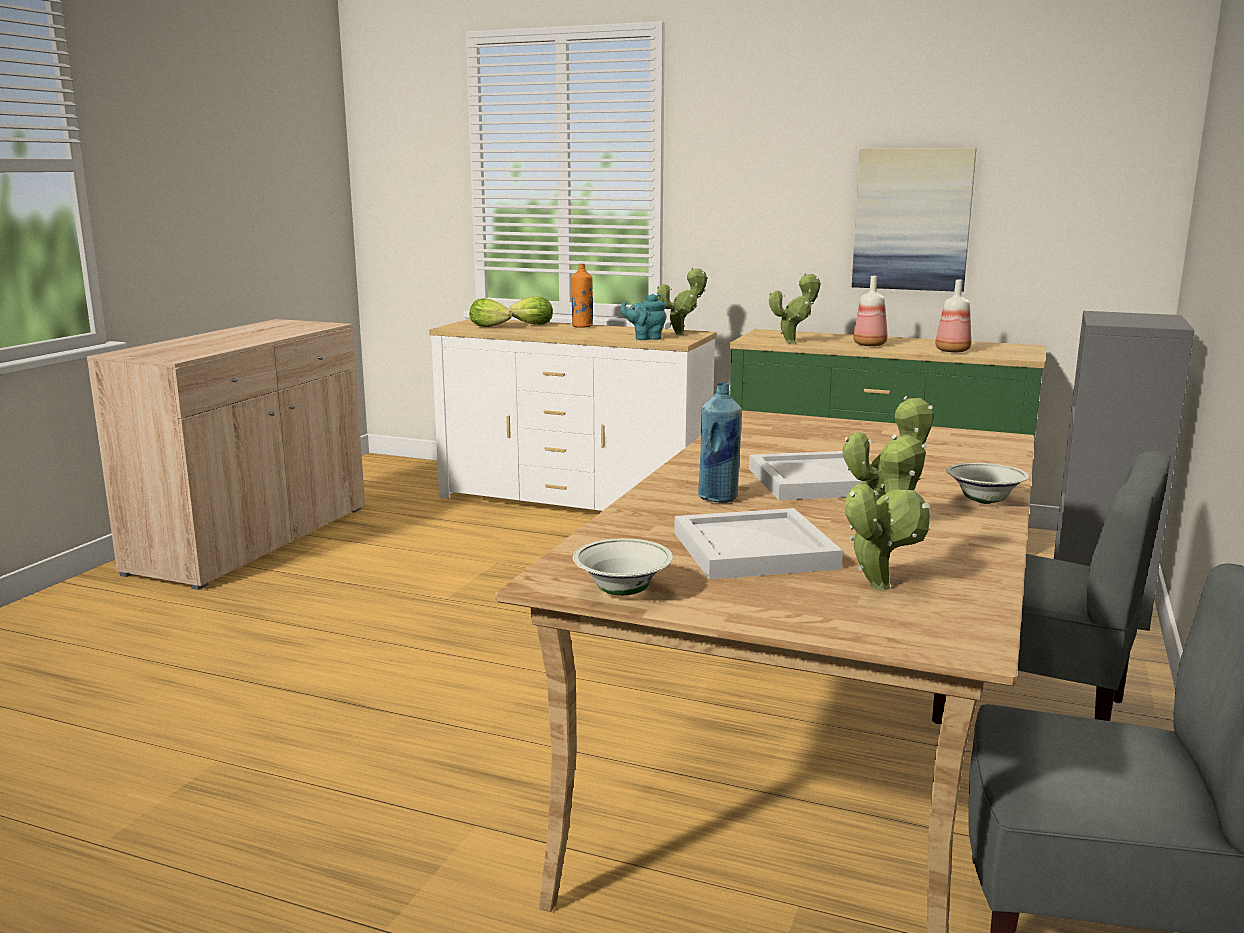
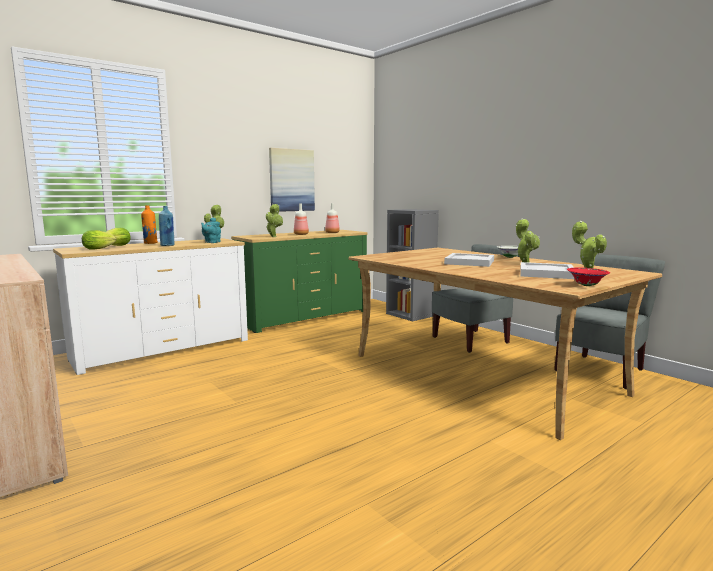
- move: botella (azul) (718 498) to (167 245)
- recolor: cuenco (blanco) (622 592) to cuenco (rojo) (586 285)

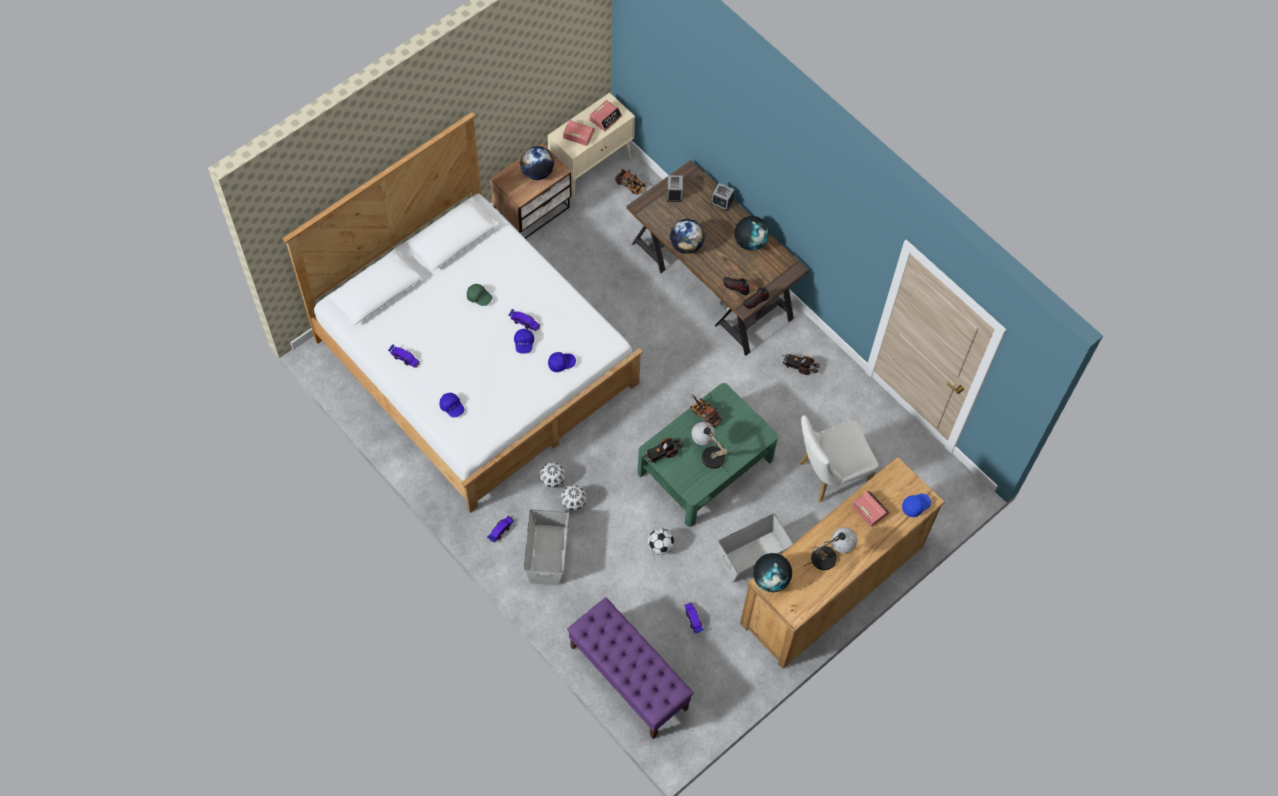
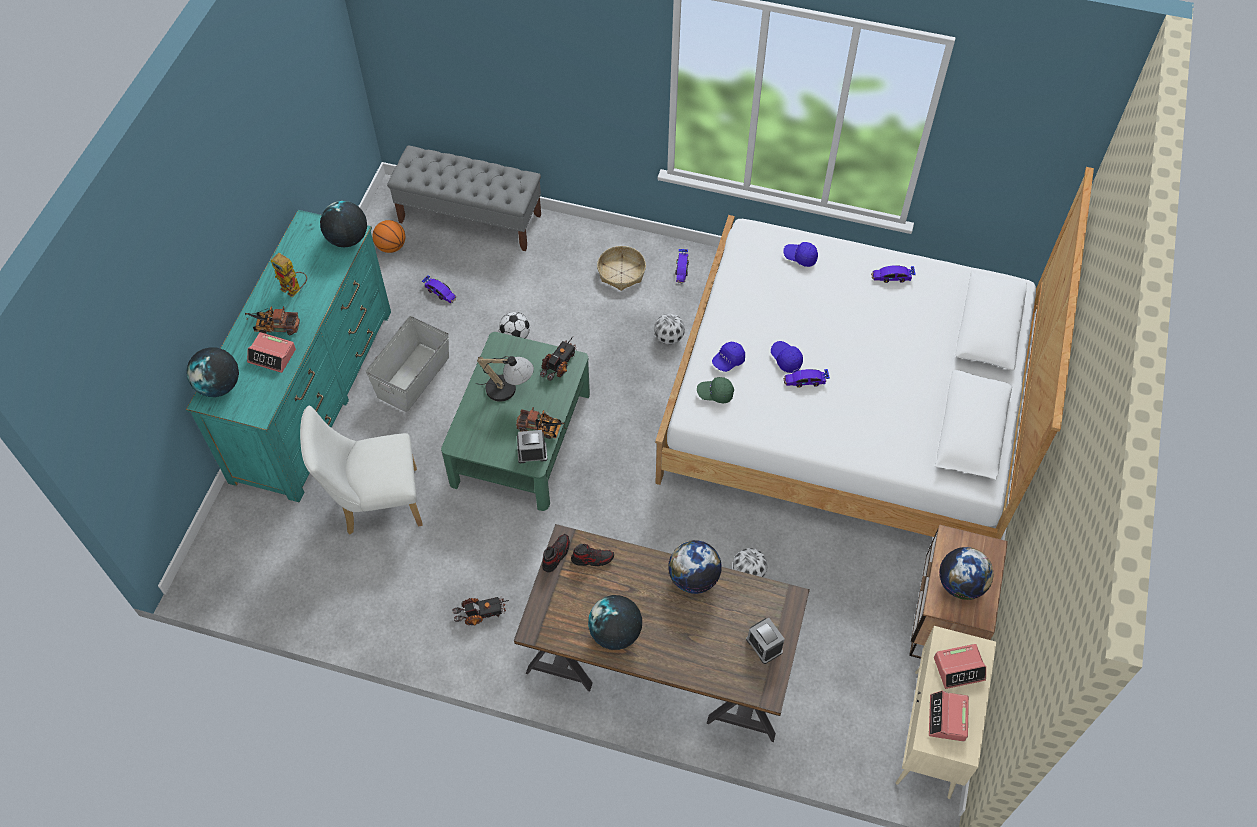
- move: camión de juguete (631 186) to (274 326)
- move: despertador (721 202) to (532 453)
- move: gorra (verde) (479 297) to (715 394)
- rotate: silla (blanco) (828 475) = (375 503) 135 degrees counterclockwise
- recolor: cómoda (marrón) (832 585) to cómoda (turquesa) (313 394)
- move: balón de fútbol (573 503) to (748 572)
- replace: gorra (azul) (915 506) to globo terráqueo (219 386)
- replace: caja de almacenaje (gris) (547 554) to cesta (621 272)
- replace: lámpara de mesa (830 556) to robot de juguete (295 290)
- recolor: banco (morado) (628 677) to banco (gris) (470 218)
- insert: balón de baloncesto (391 247)

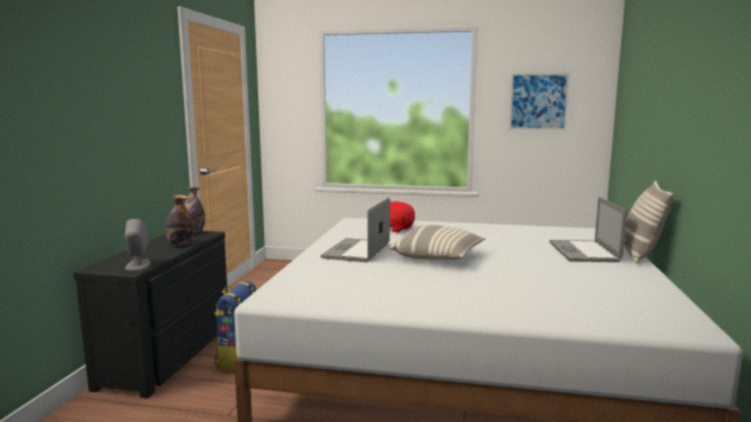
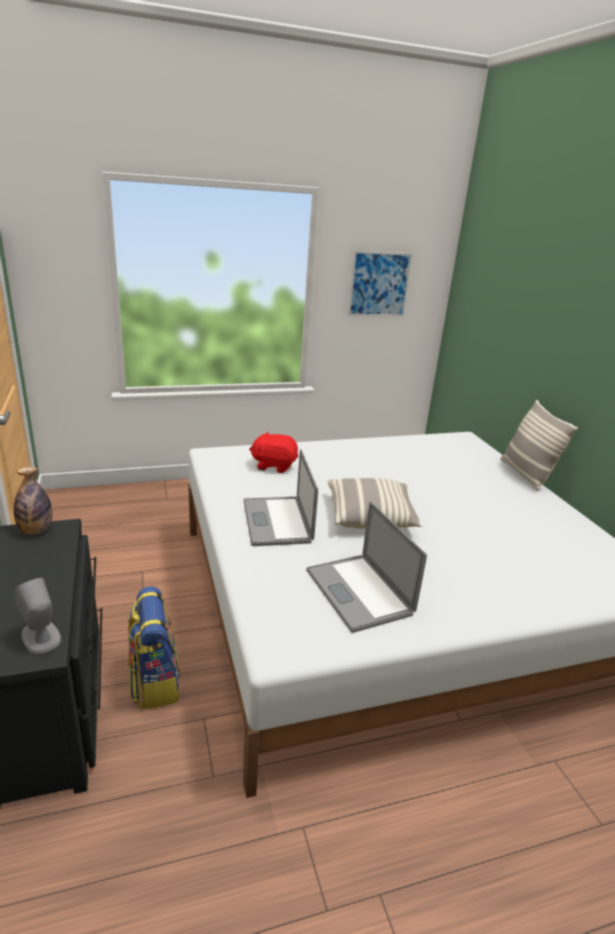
- delete: botella (180 245)
- move: portátil (583 251) to (358 591)

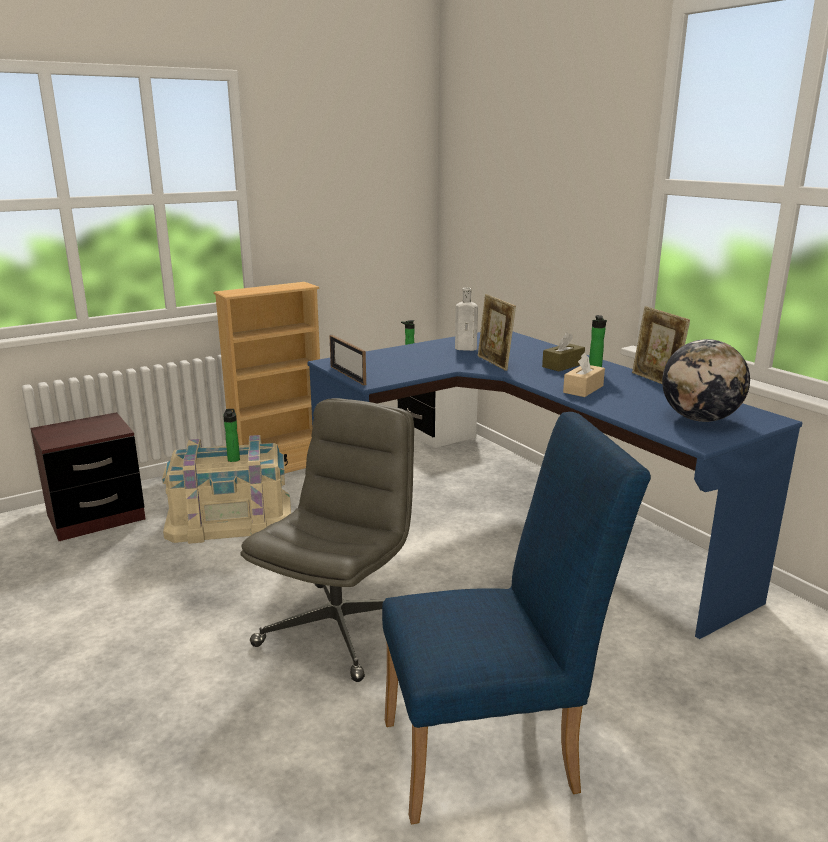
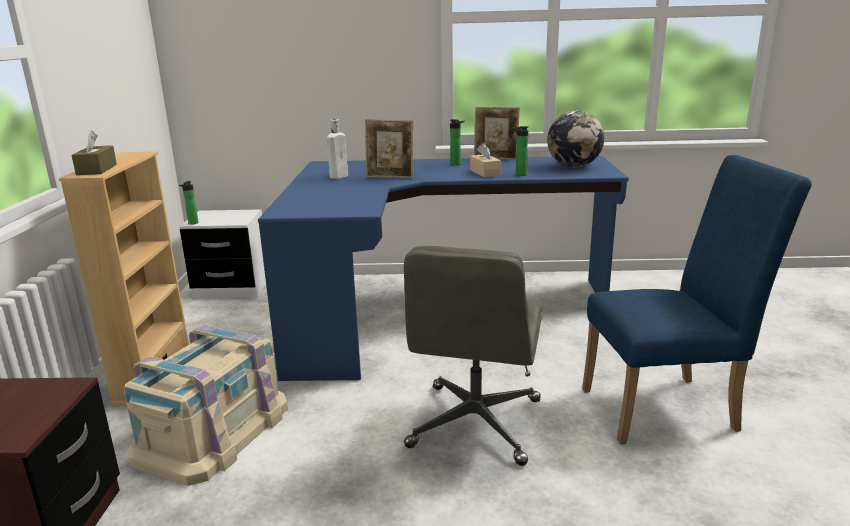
- move: caja de pañuelos (marrón) (563 365) to (97 169)
- delete: portarretratos (347 375)
- rotate: silla de oficina (gris) (338 628) = (475 424) 135 degrees counterclockwise
- move: botella (233 459) to (519 174)
- rotate: silla (azul) (494 753) = (669 408) 60 degrees clockwise

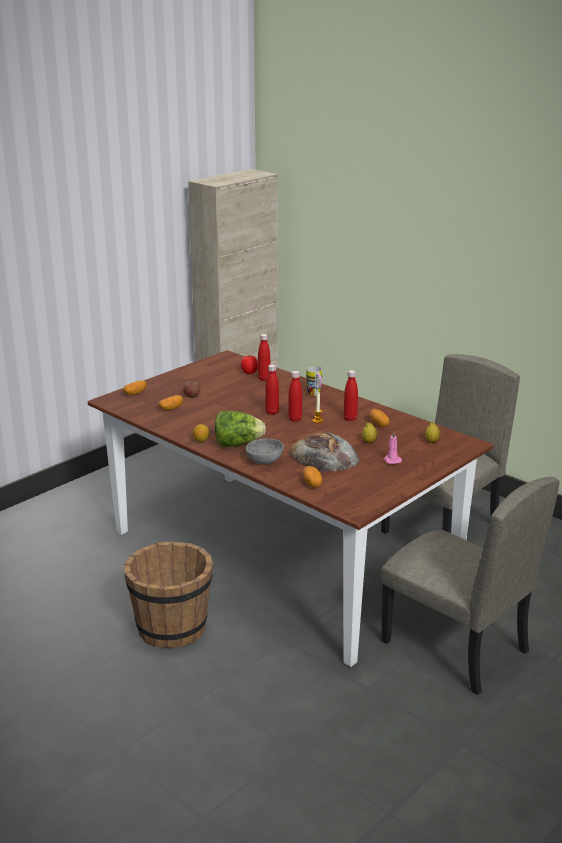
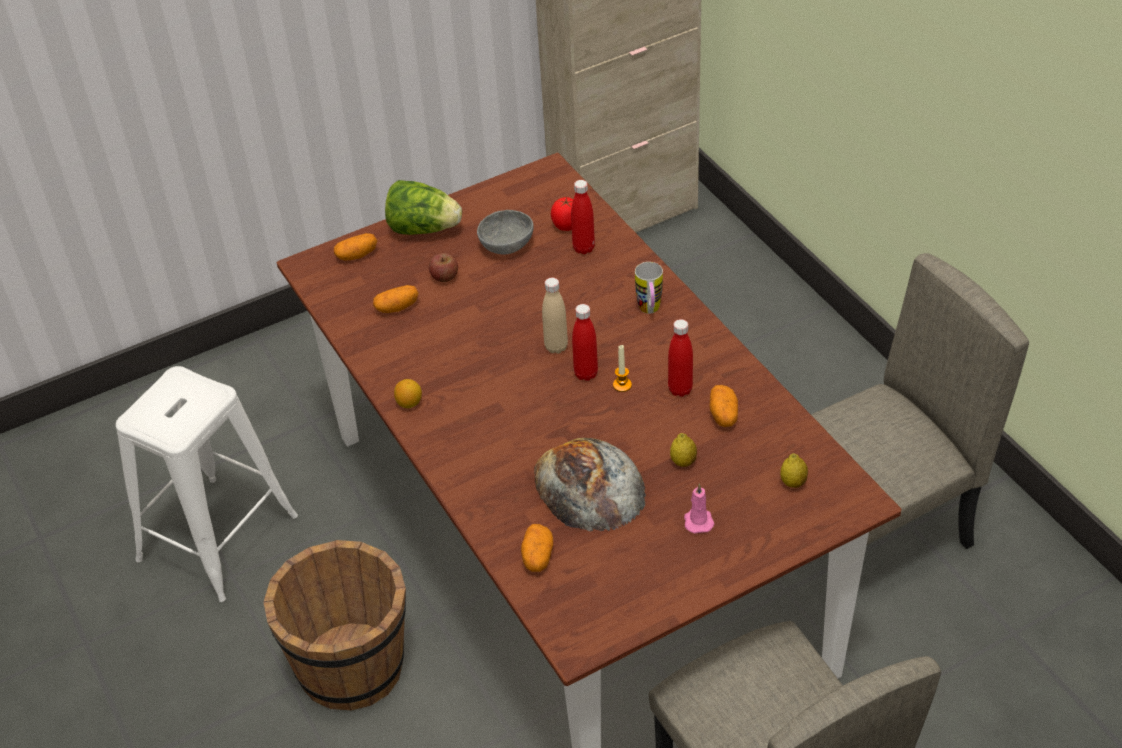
- recolor: botella (rojo) (272 412) to botella (beis) (556 347)
- move: lechuga (238 444) to (423 229)
- move: cuenco (gris) (264 460) to (505 245)
- insert: taburete (blanco) (217 538)

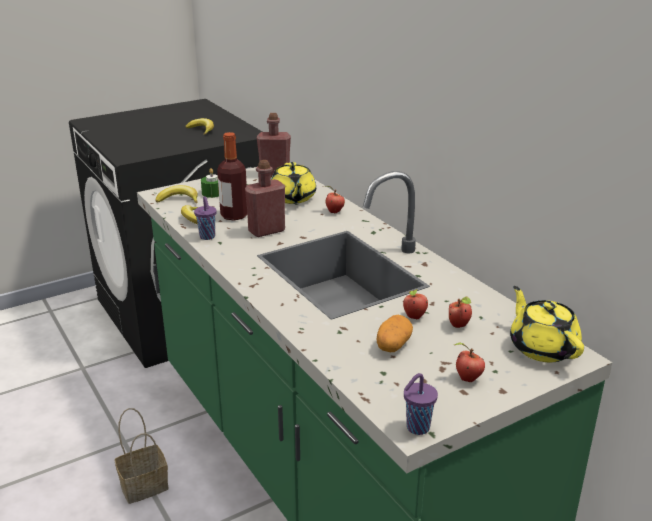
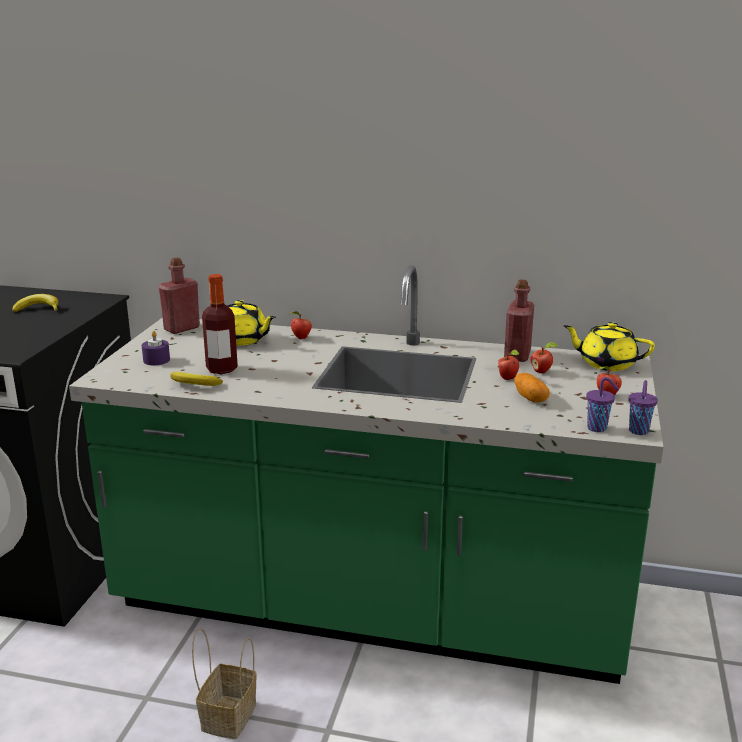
- move: botella (rojo) (266 231) to (517 355)
- recolor: vela (verde) (213 193) to vela (morado) (156 360)
- delete: plátano (179 200)
- move: taza (morado) (207 237) to (598 428)

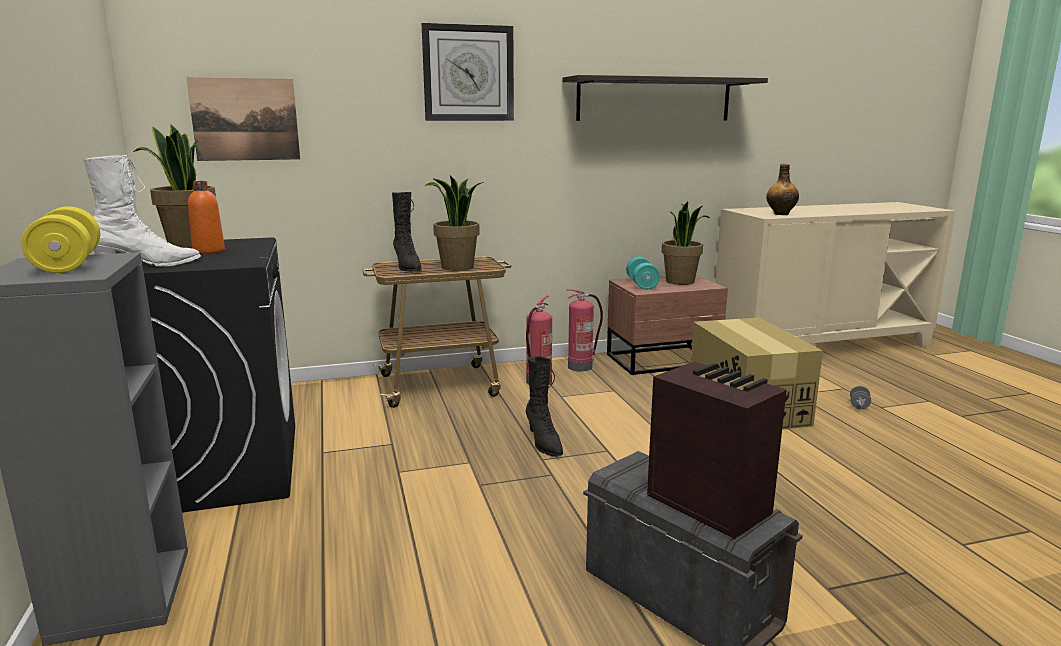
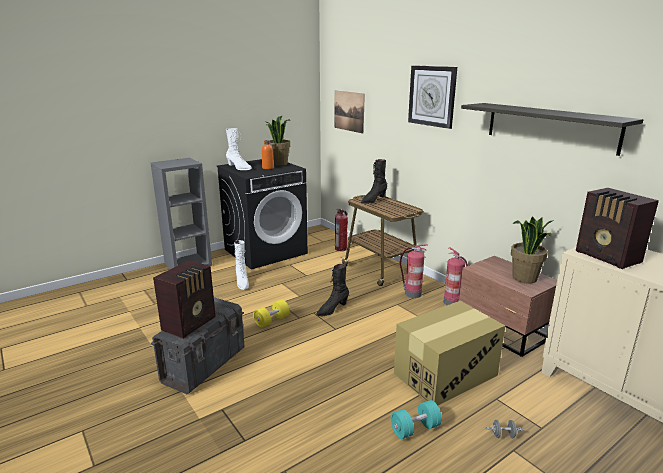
- replace: botella (781 214) to radio (608 257)
- delete: planta en maceta (457 267)
- move: mancuerna (amarillo) (68 264) to (272 321)
- move: mancuerna (turquesa) (642 284) to (415 429)
- insert: extintor (341 249)
- insert: bota (blanco) (242 282)

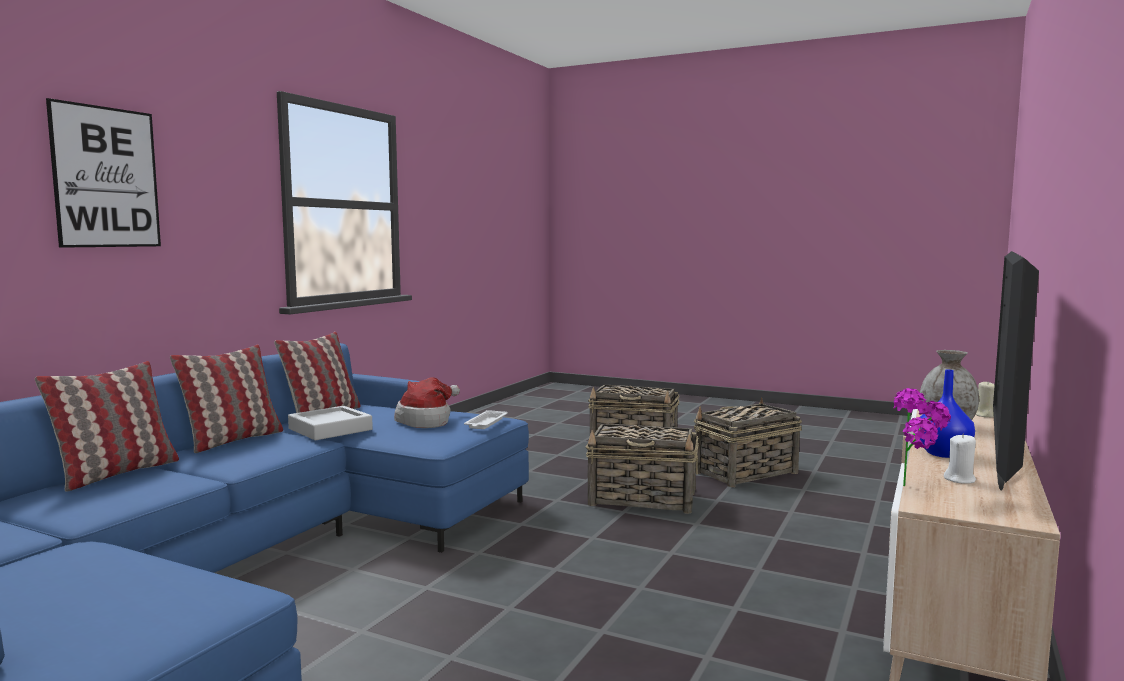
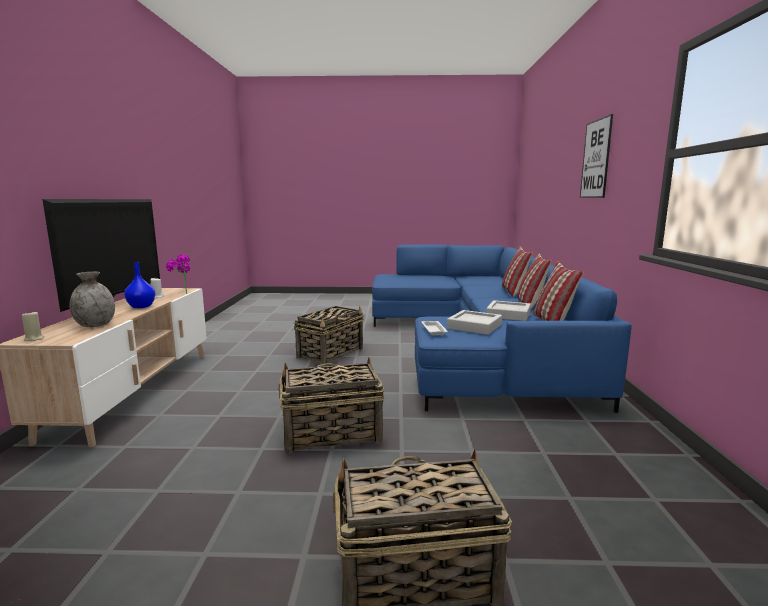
- replace: sombrero (427 420) to bandeja (gris) (474 326)
- move: cesta (745 473) to (331 353)

